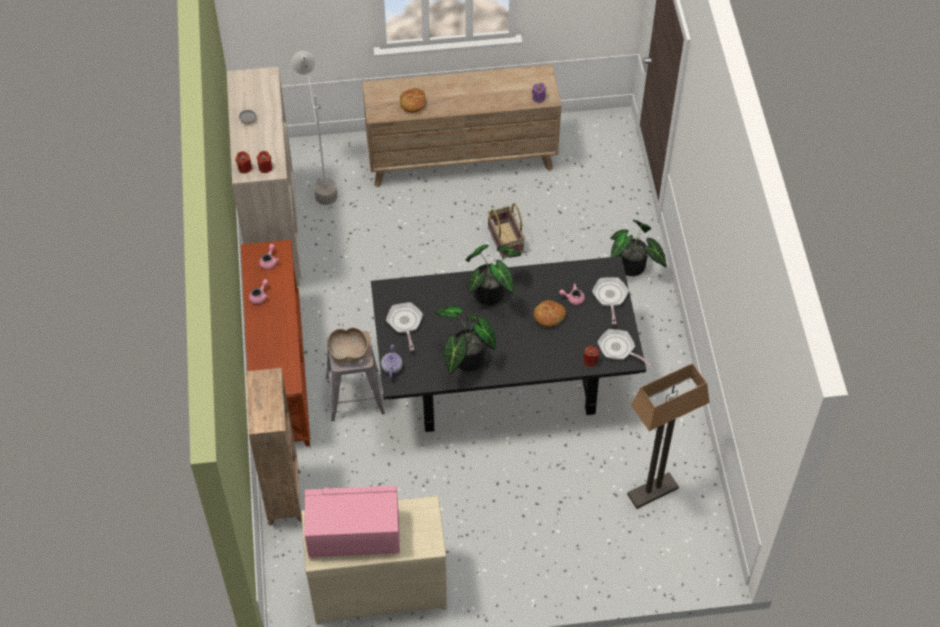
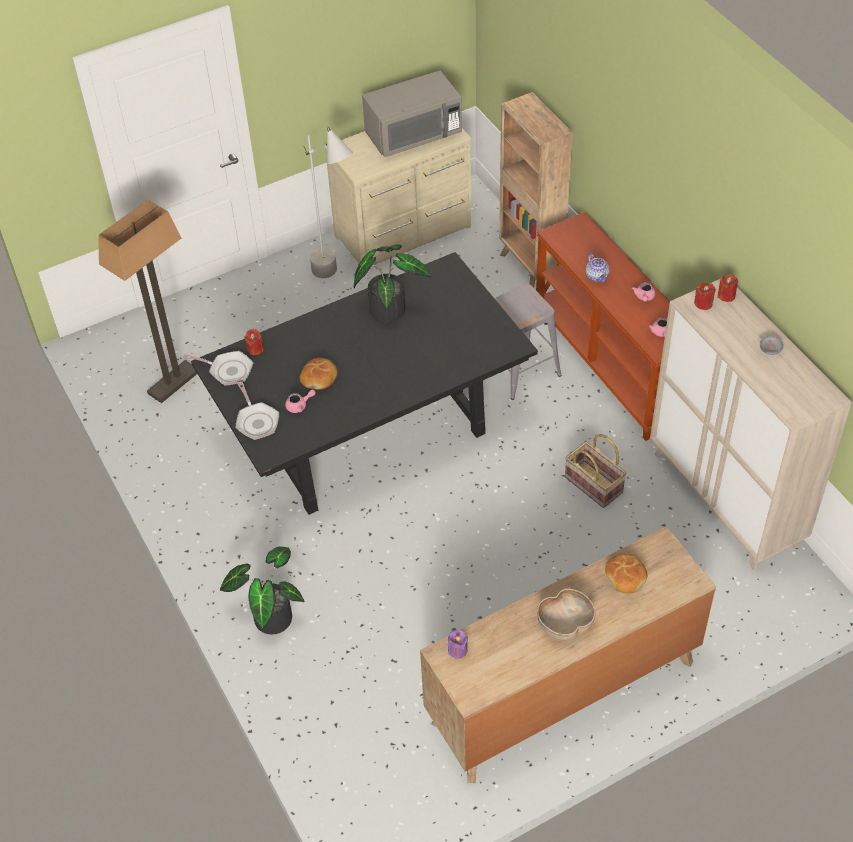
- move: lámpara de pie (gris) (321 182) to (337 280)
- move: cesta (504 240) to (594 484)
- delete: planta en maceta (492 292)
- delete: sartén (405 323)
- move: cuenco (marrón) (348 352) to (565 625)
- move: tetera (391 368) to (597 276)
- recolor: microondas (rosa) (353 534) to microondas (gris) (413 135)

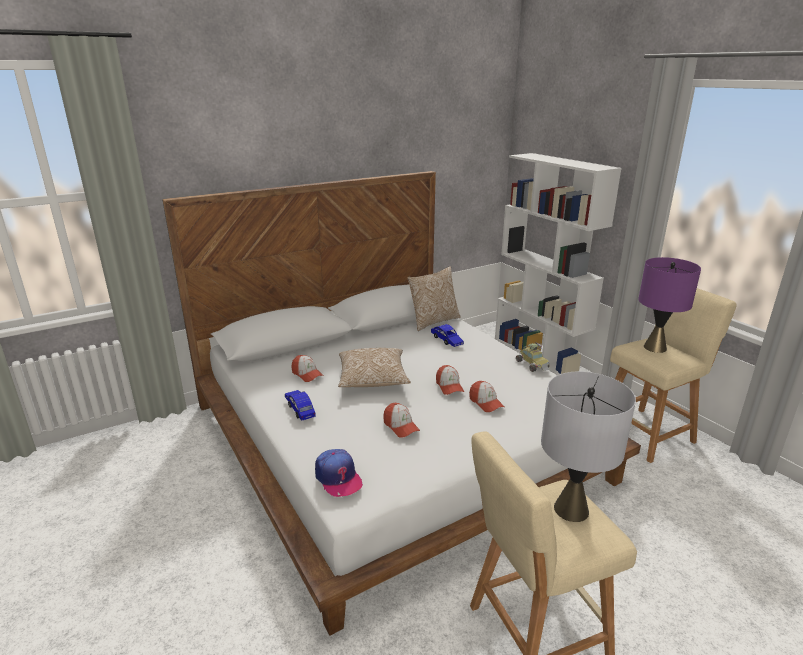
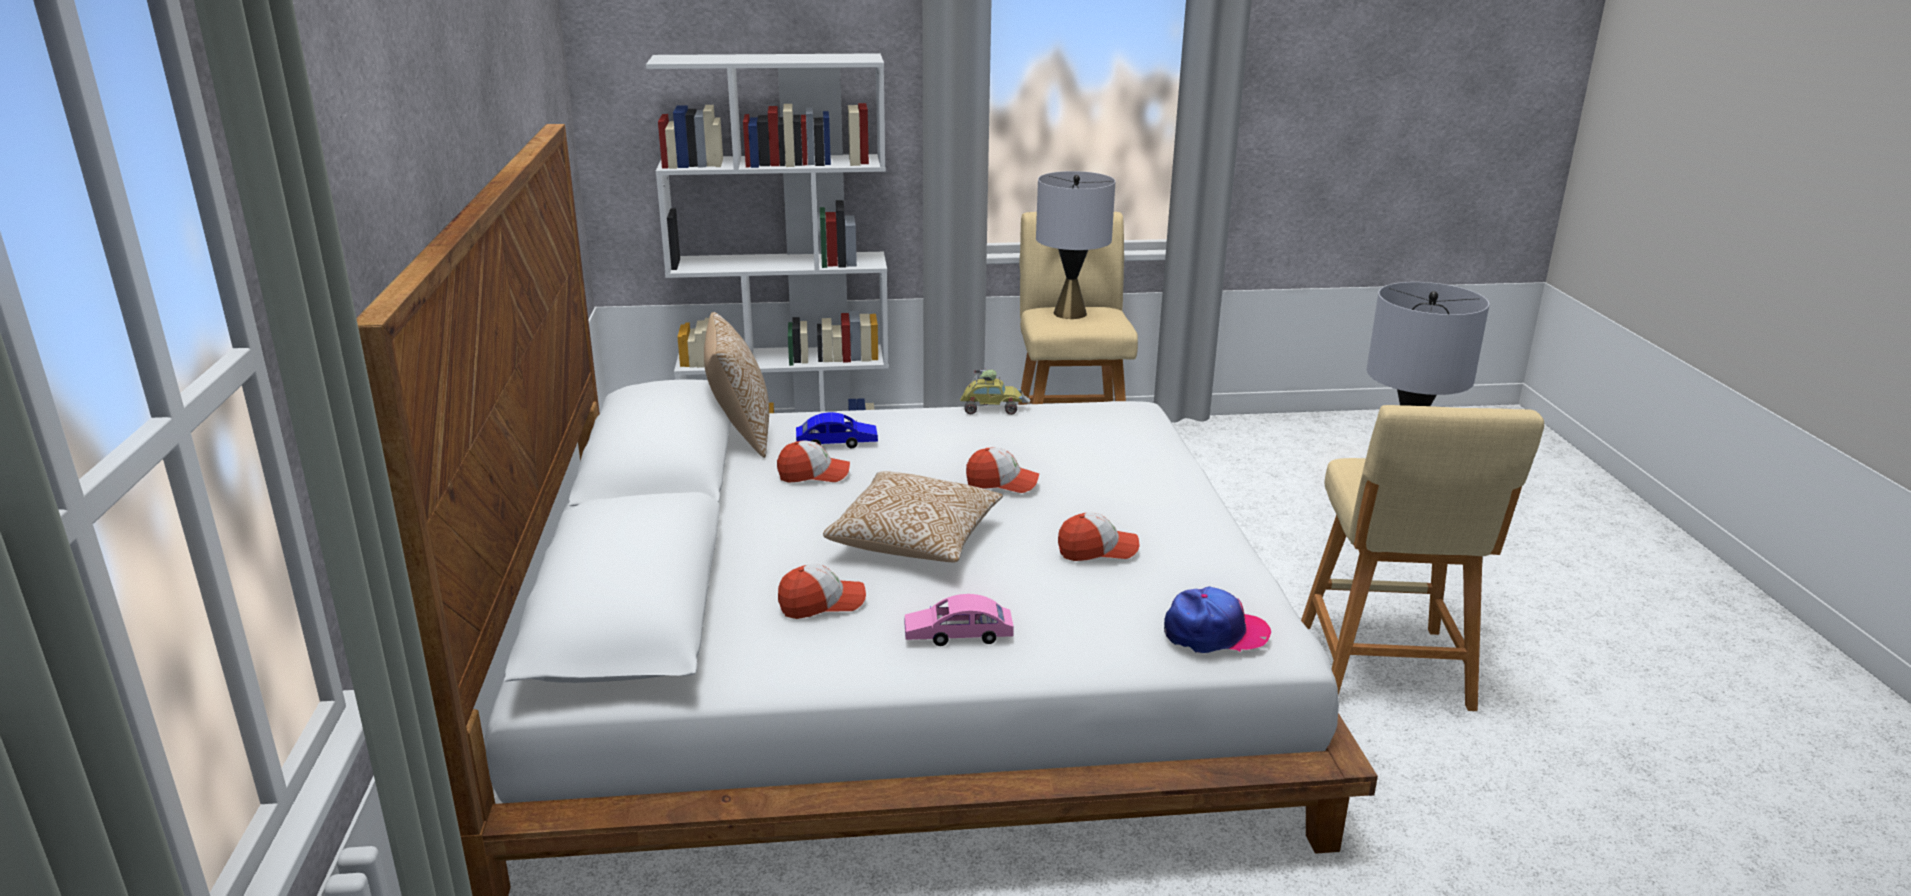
- recolor: lámpara de mesa (morado) (654 347) to lámpara de mesa (gris) (1069 313)
- move: gorra (486 403) to (814 474)
- recolor: coche de juguete (azul) (300 409) to coche de juguete (rosa) (958 635)

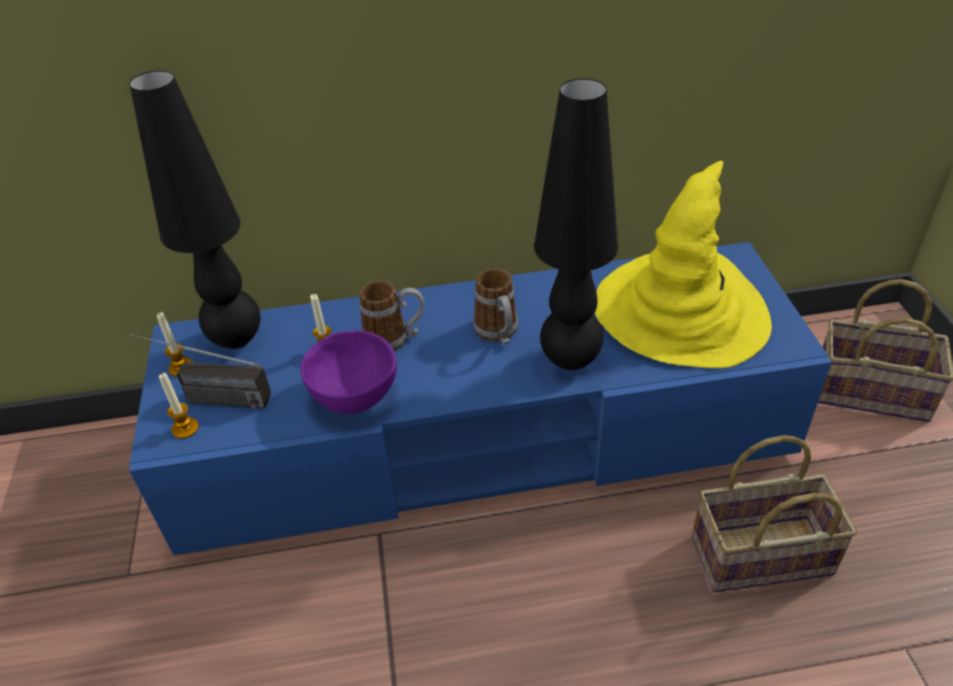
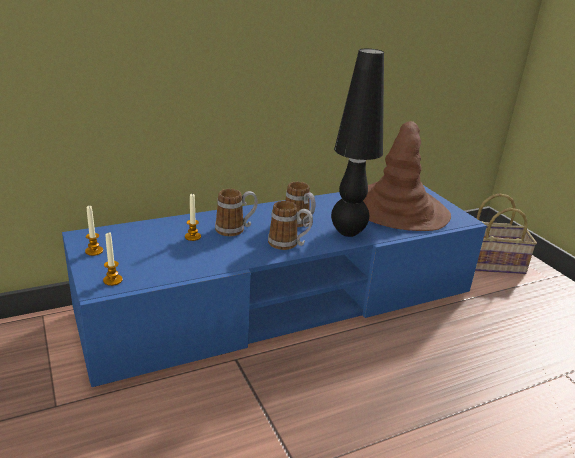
- delete: lámpara de mesa (negro) (236 340)
- recolor: sombrero (amarillo) (681 312) to sombrero (marrón) (397 209)
- delete: cuenco (morado) (355 395)
- delete: radio (208 398)
- delete: cesta (759 558)
- insert: taza grande (289 244)

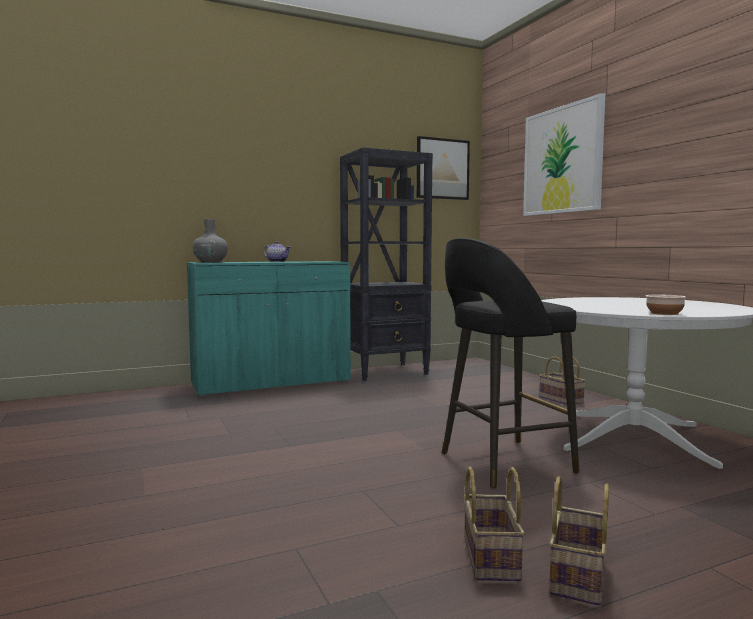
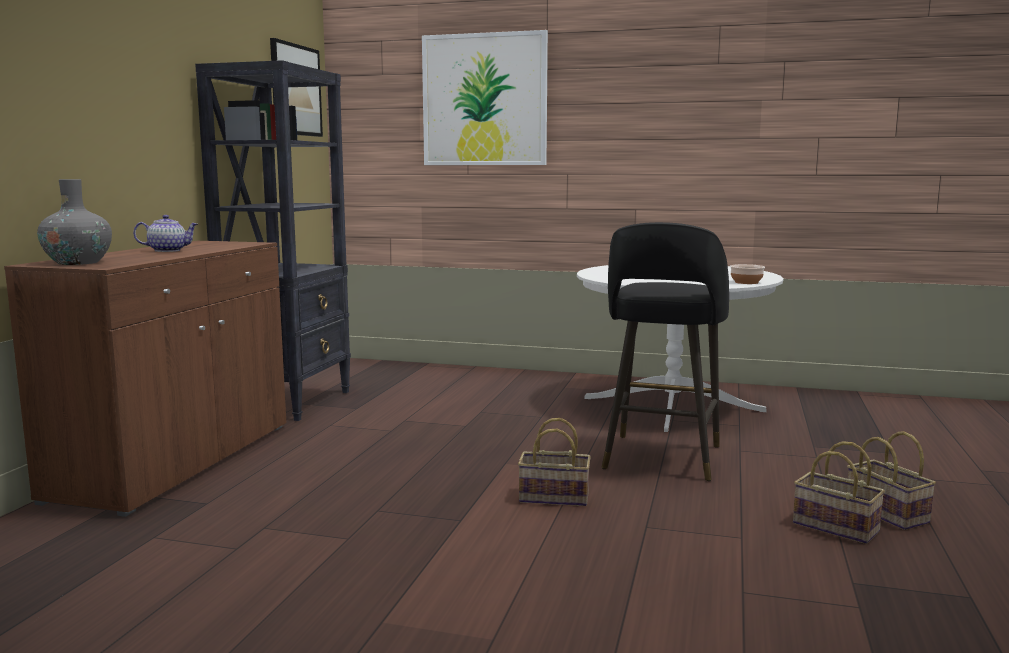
- recolor: armario (turquesa) (271 383) to armario (marrón) (176 461)
- move: cesta (559 400) to (552 498)

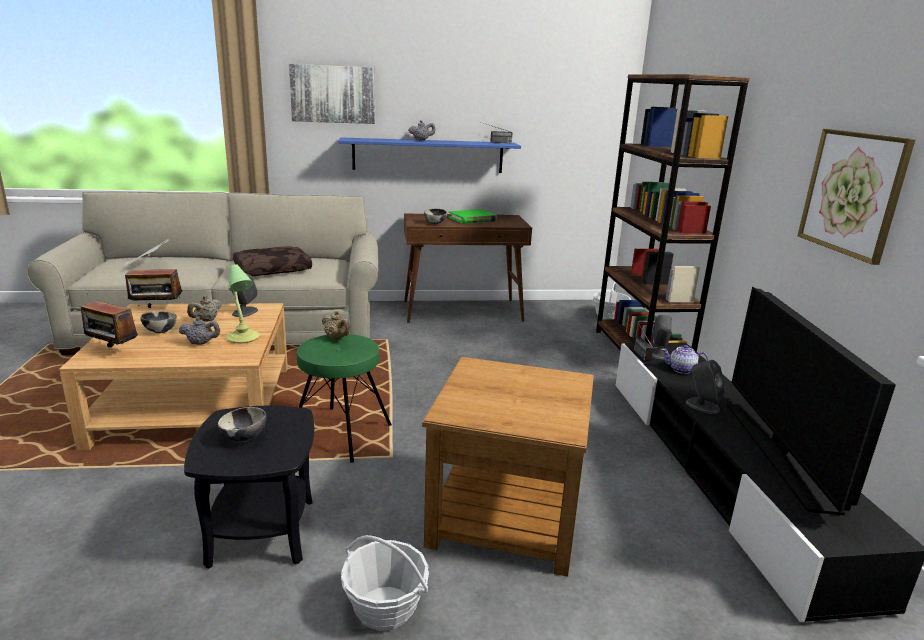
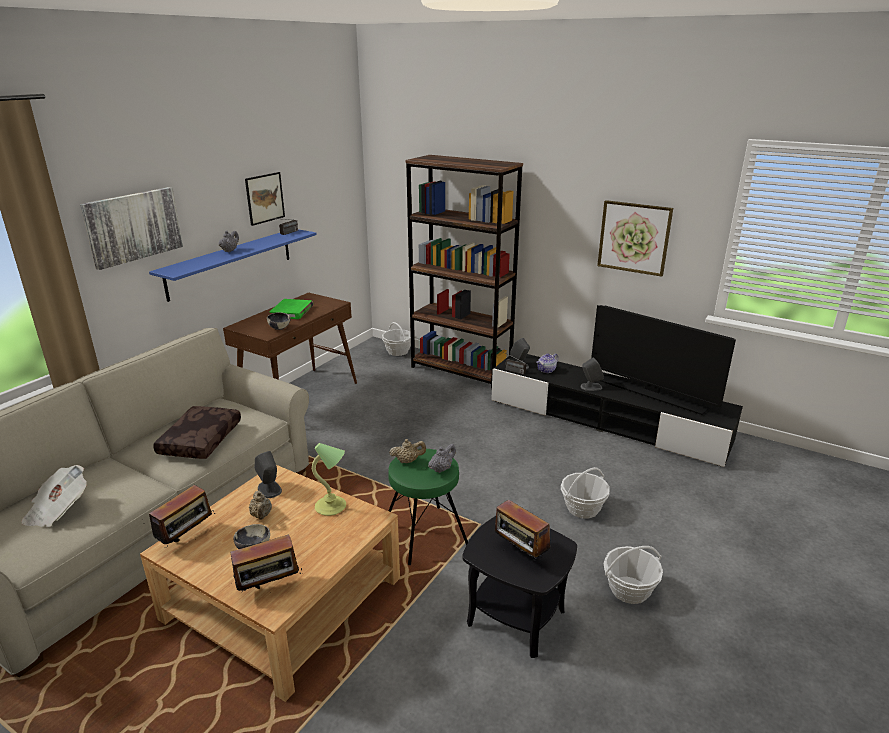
- move: tetera (gris) (201 343) to (441 469)
- replace: mesa auxiliar (marrón) (505 515) to cesta (582 508)
- replace: cuenco (244 438) to radio (520 554)
- insert: cuadro (264 198)

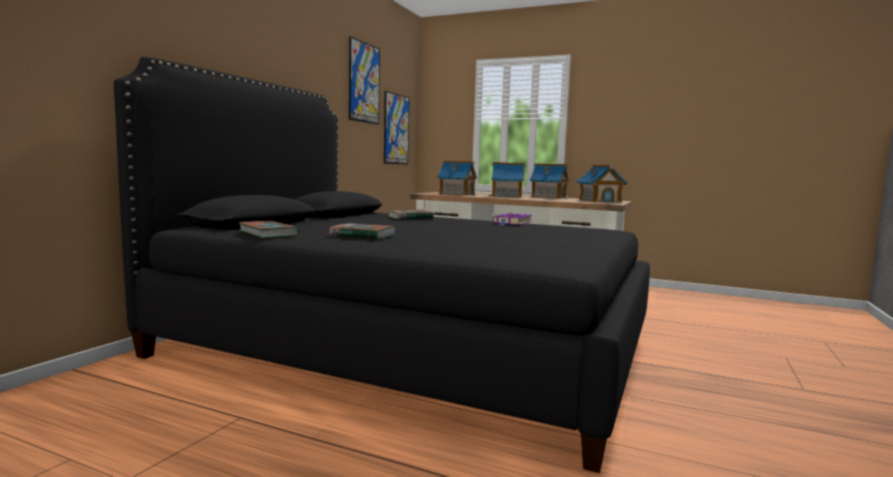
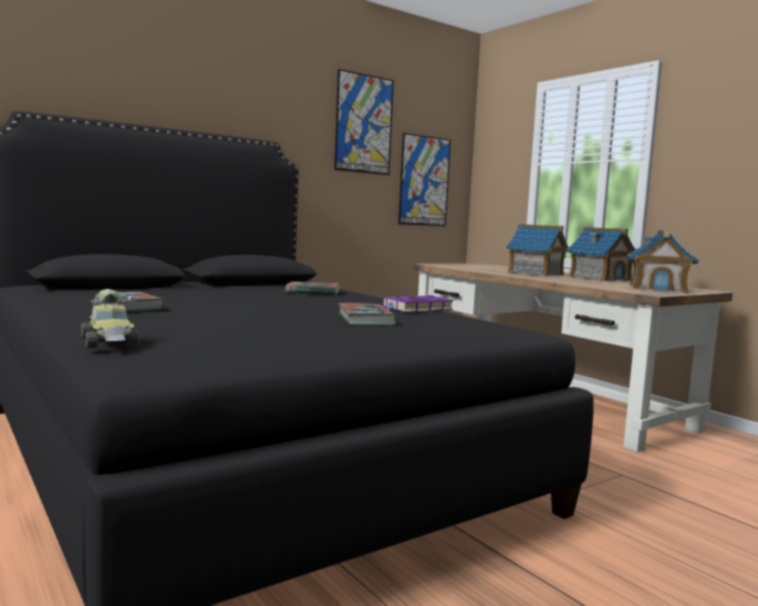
- delete: casita (456 194)
- move: libro (268 234) to (366 319)
- insert: coche de juguete (111 342)

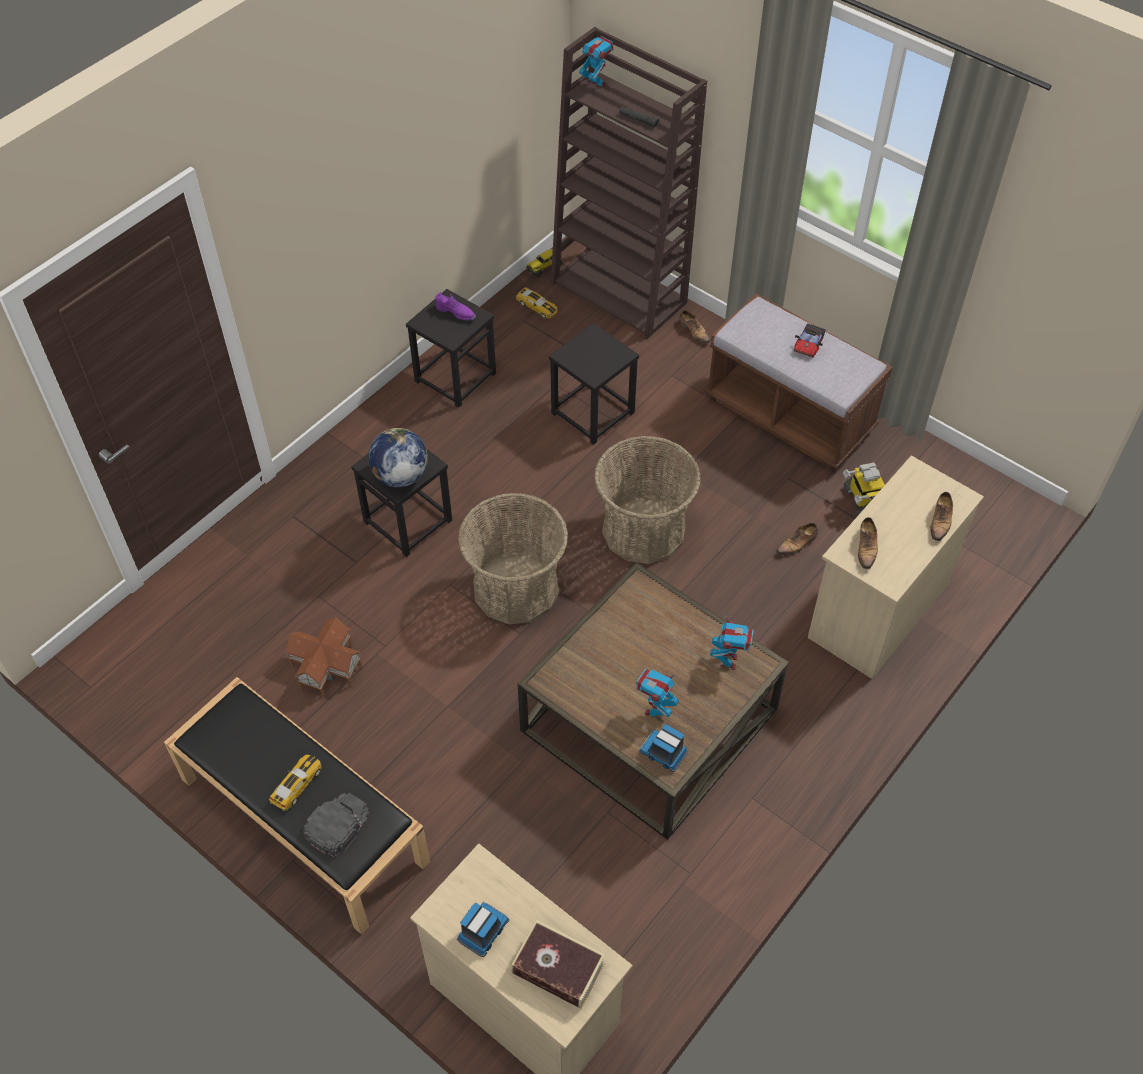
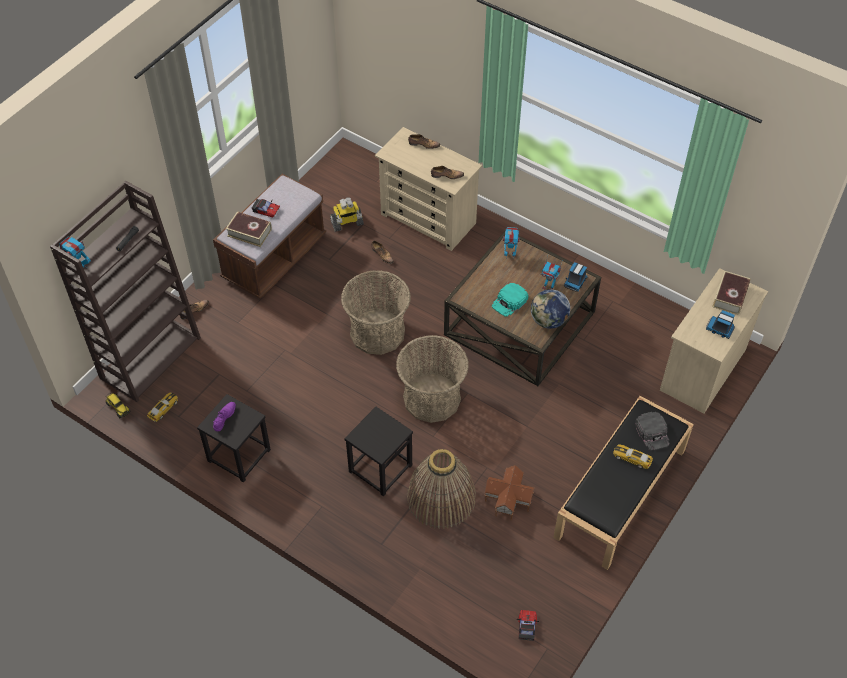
- delete: taburete (negro) (593 413)
- move: globo terráqueo (400 476) to (548 321)
- rotate: gorra (negro) (337 824) = (652 433) 135 degrees counterclockwise
- insert: libro (249 232)
- insert: gorra (turquesa) (509 302)
- insert: cesta (441 498)
- insert: coche de juguete (526 626)

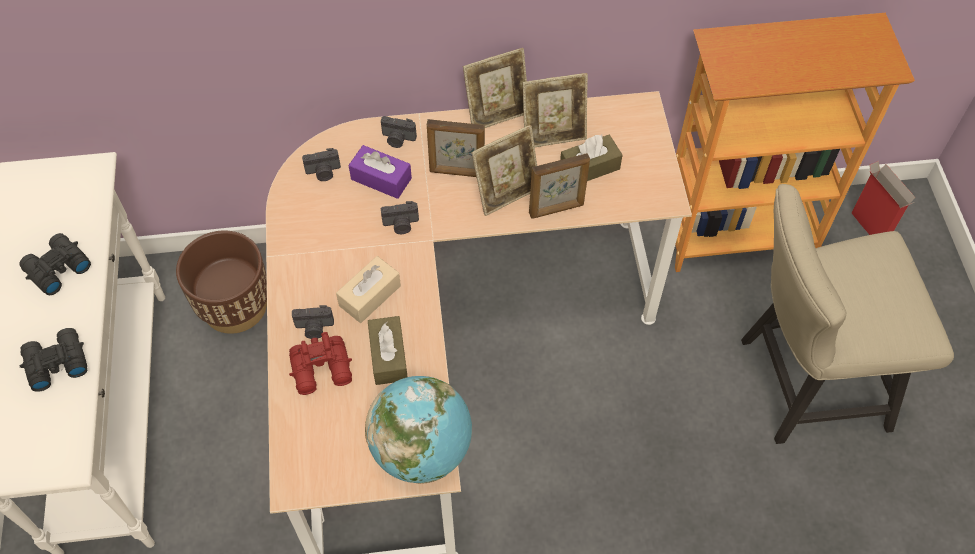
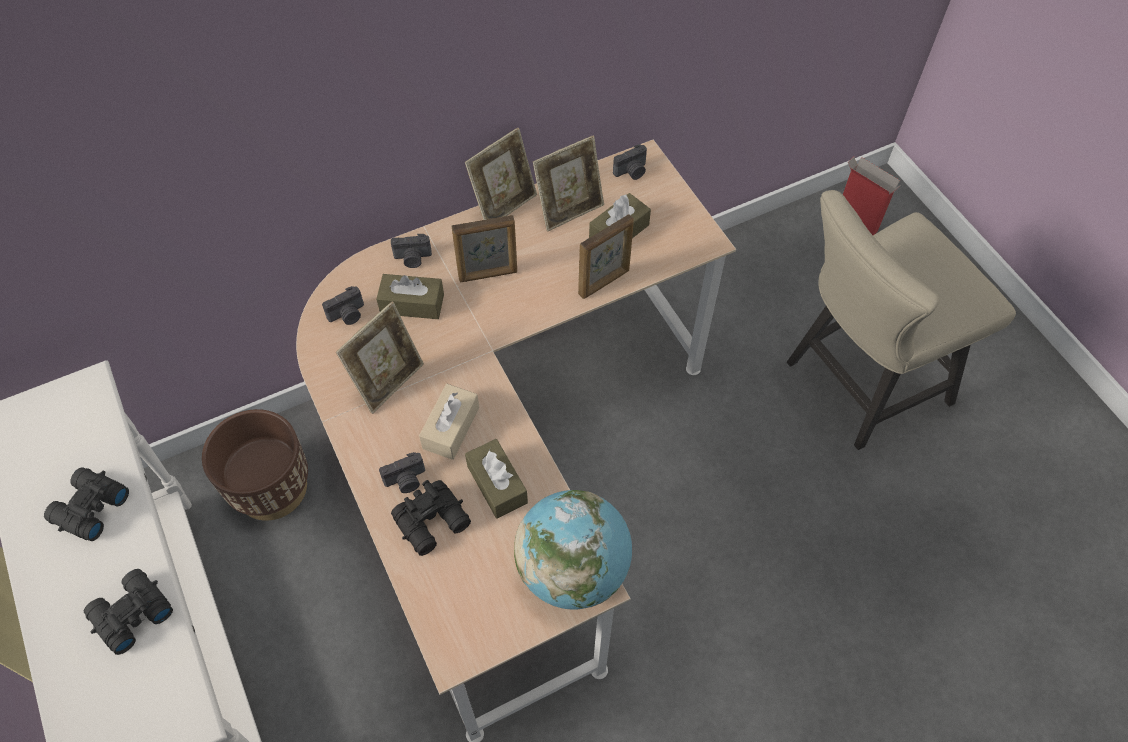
- delete: estantería (737 234)
- move: portarretratos (506 193) to (388 380)
- recolor: caja de pañuelos (morado) (381 179) to caja de pañuelos (marrón) (412 304)
- move: cámara (401 225) to (631 172)
- recolor: prismáticos (rojo) (323 370) to prismáticos (negro) (434 522)

